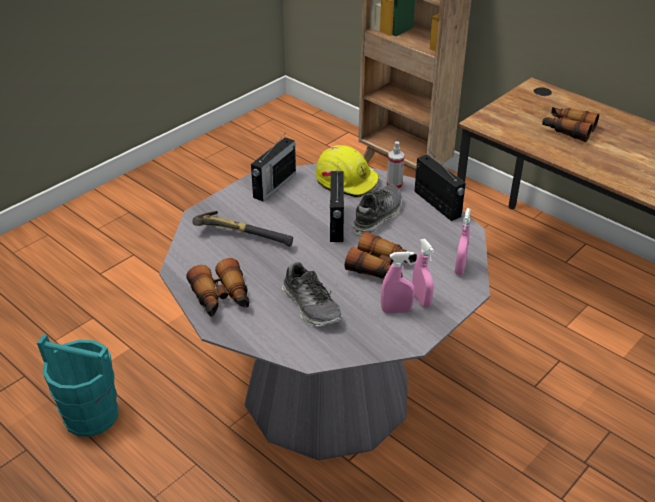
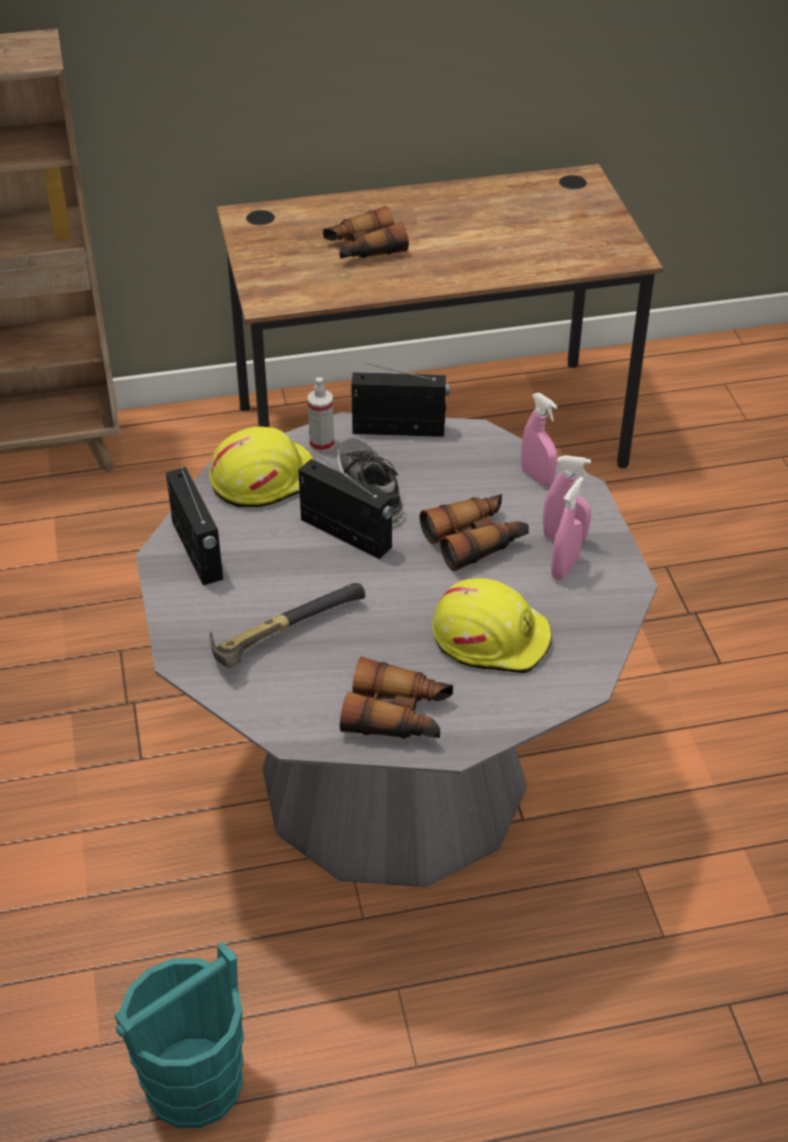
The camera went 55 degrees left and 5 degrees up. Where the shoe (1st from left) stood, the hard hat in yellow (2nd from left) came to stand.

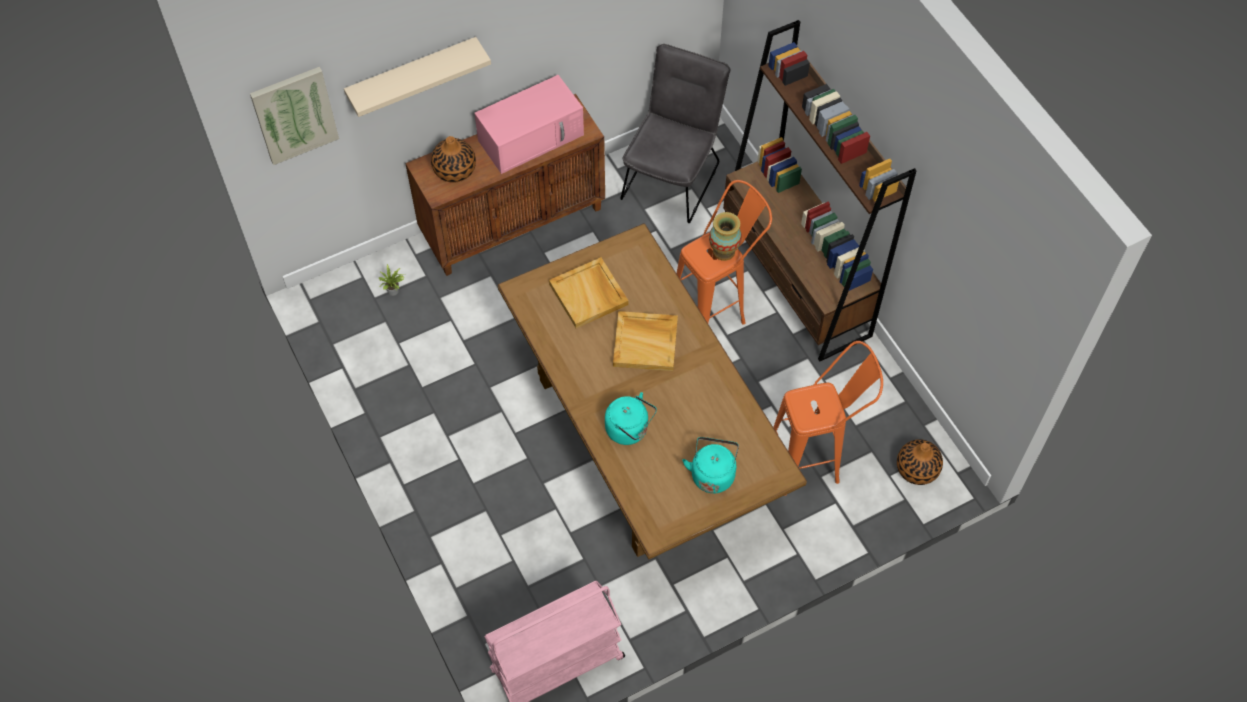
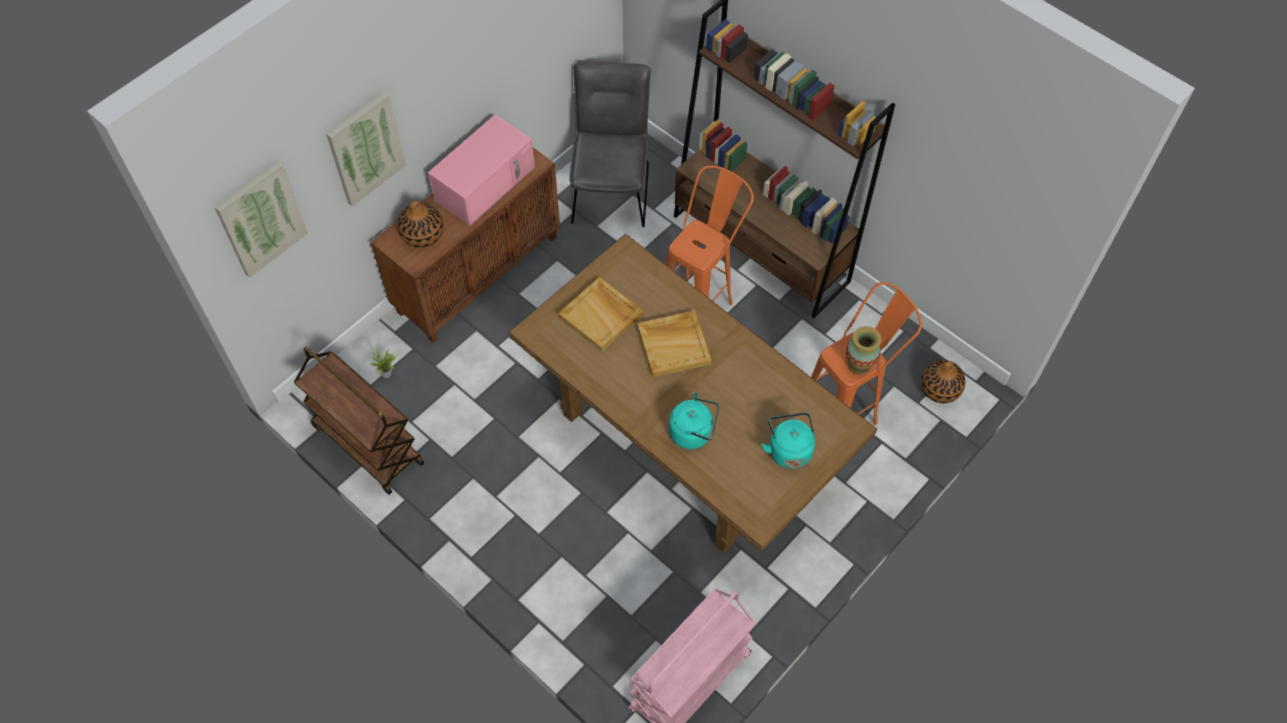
The camera went 20 degrees left and 0 degrees up. The second view gained the cart in brown. Where the shelf in beige hung, the picture (2nd from left) came to hang. The vase (2nd from left) ended up elsewhere.

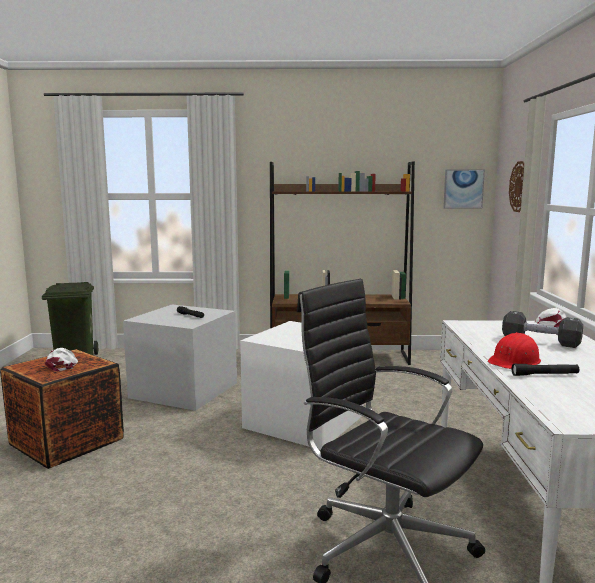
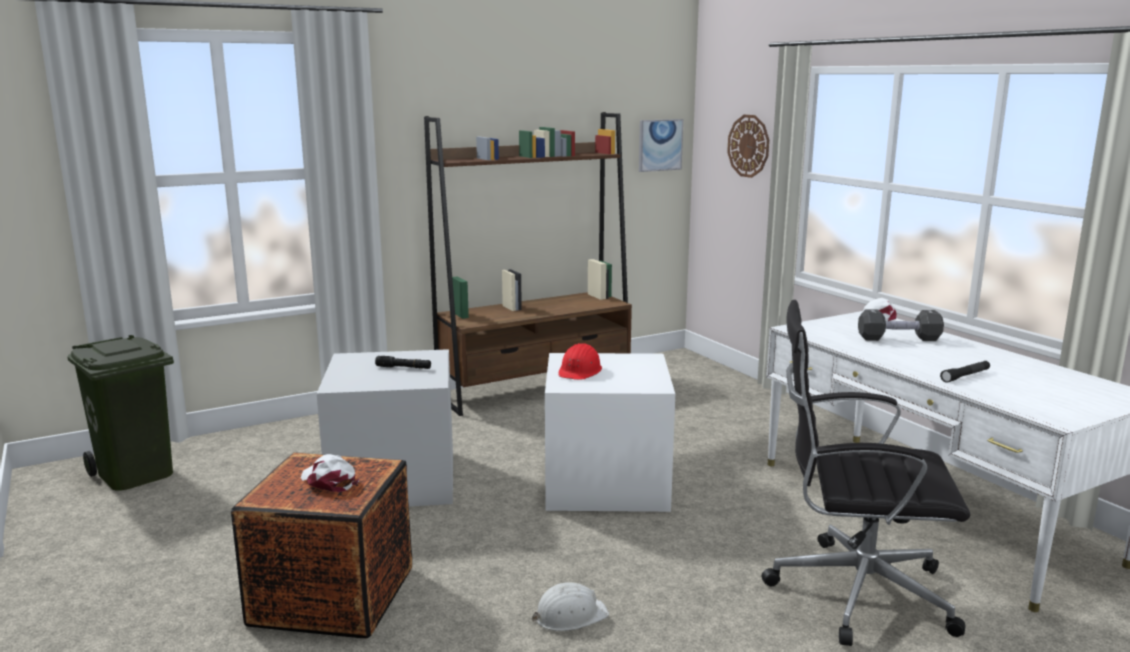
The camera went 30 degrees left and 5 degrees up. The second view gained the hard hat in white. The hard hat in red ended up elsewhere.

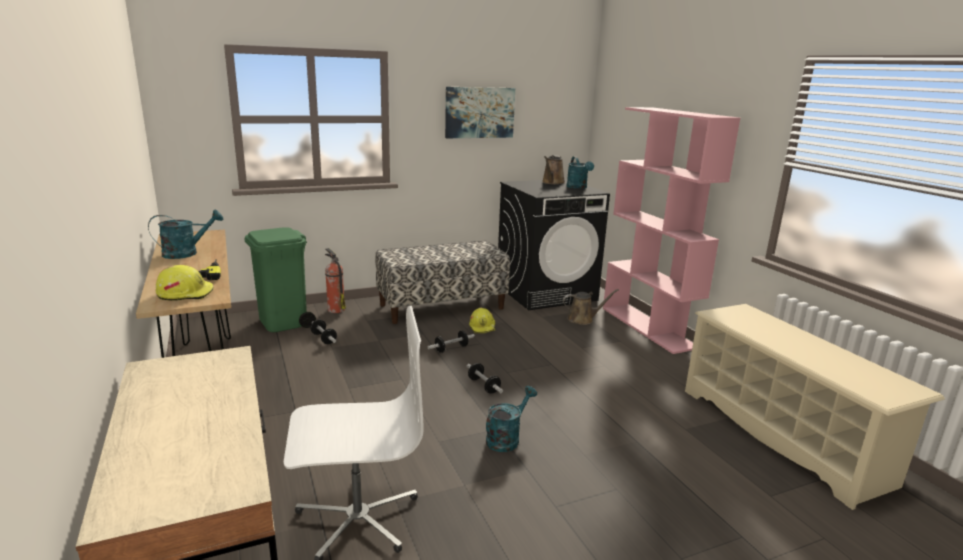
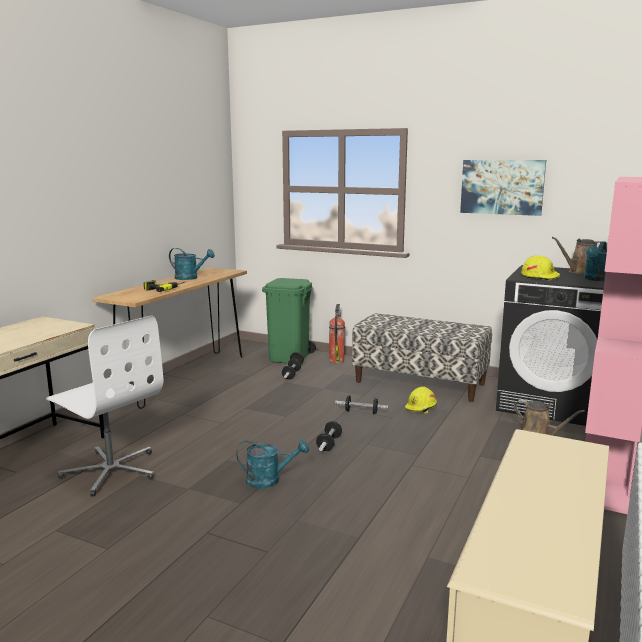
The camera went 50 degrees right and 5 degrees down. The hard hat in yellow (1st from left in the first image) ended up elsewhere.

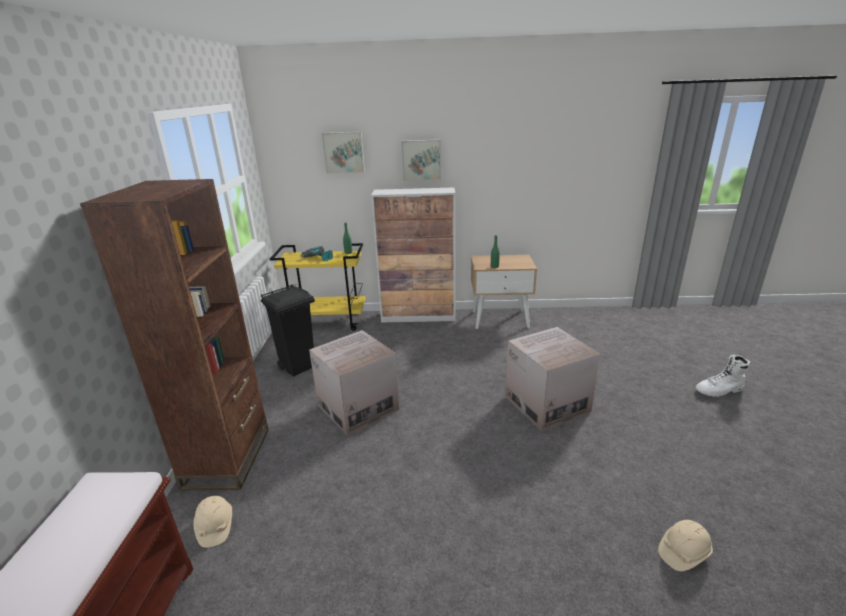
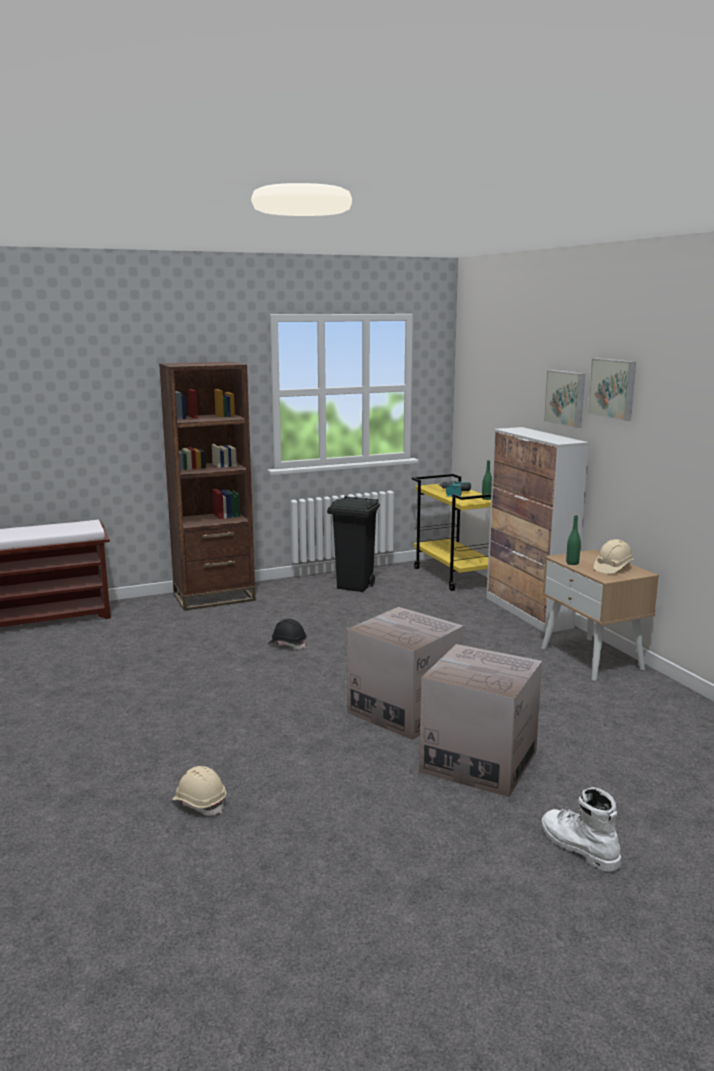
The camera went 65 degrees right and 10 degrees down. The second view gained the hard hat in black. The cardboard box (1st from left in the first image) ended up elsewhere. The picture (1st from left in the first image) ended up elsewhere. The hard hat in beige (1st from left in the first image) ended up elsewhere.

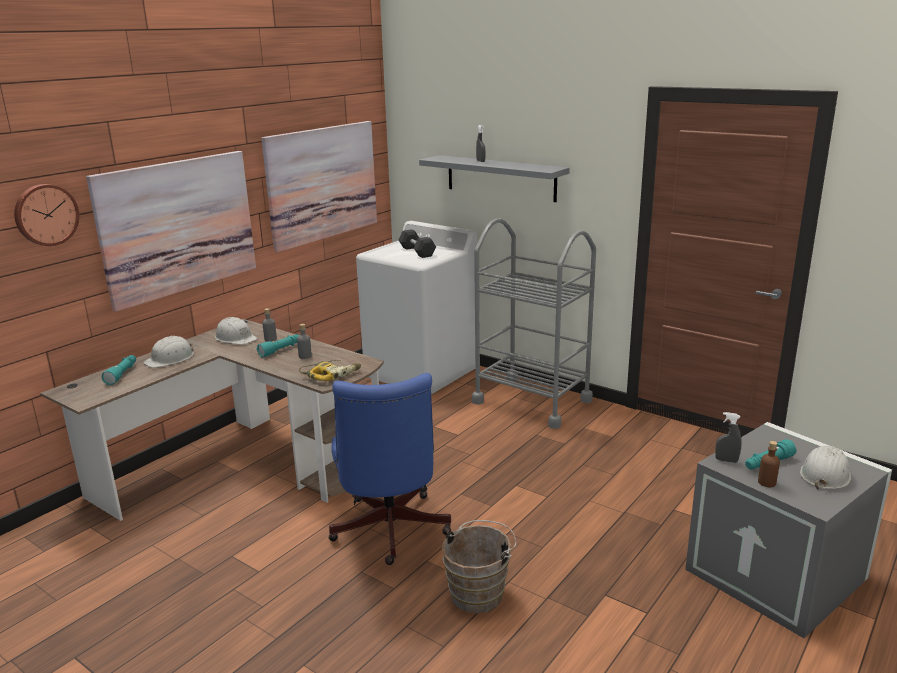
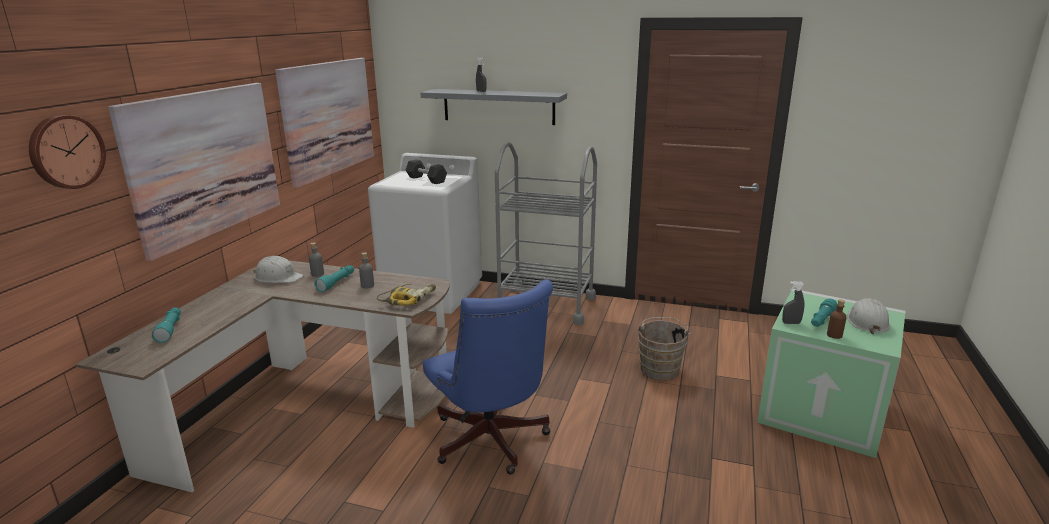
The camera went 20 degrees left and 0 degrees up. The bucket in brown ended up elsewhere. What was the storage box in grey turned into the storage box in green. The second view lost the hard hat in white (1st from left).

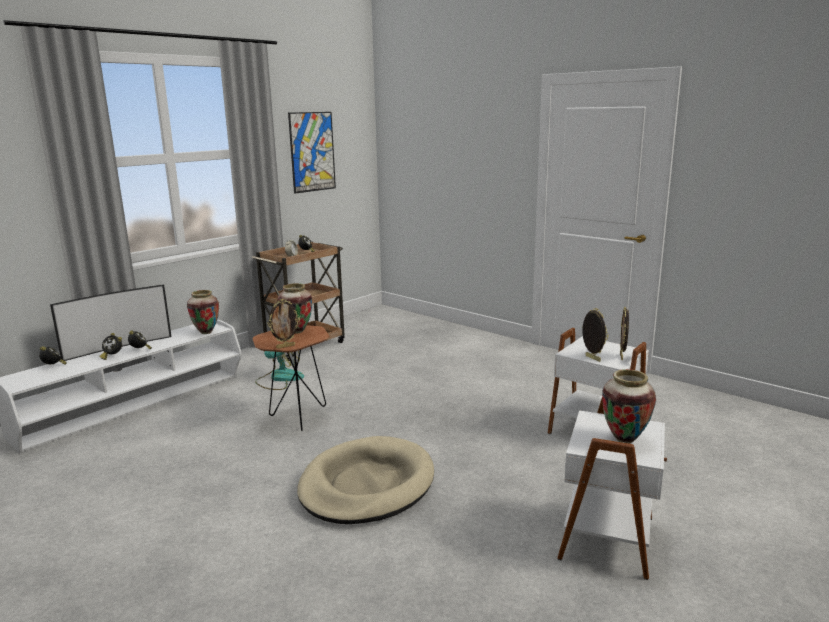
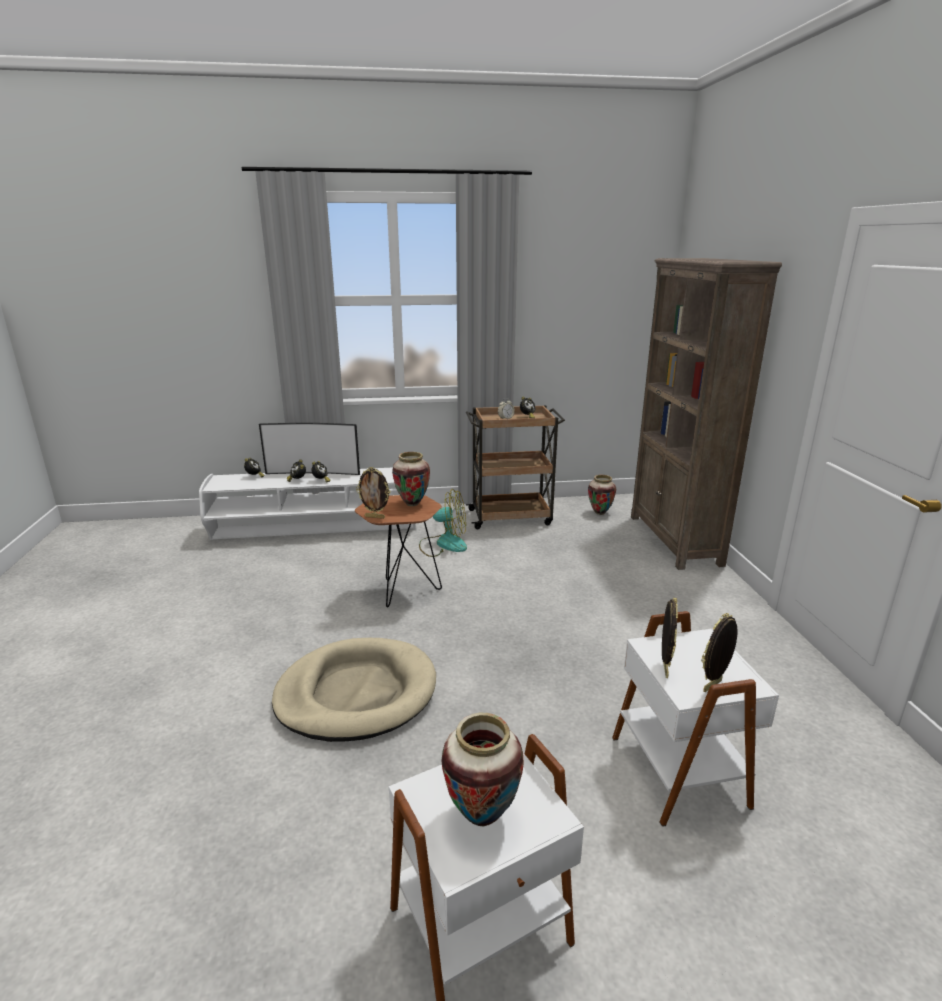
The camera went 40 degrees right and 5 degrees up. The vase (1st from left in the first image) ended up elsewhere. The second view gained the bookcase in brown. The second view lost the picture.

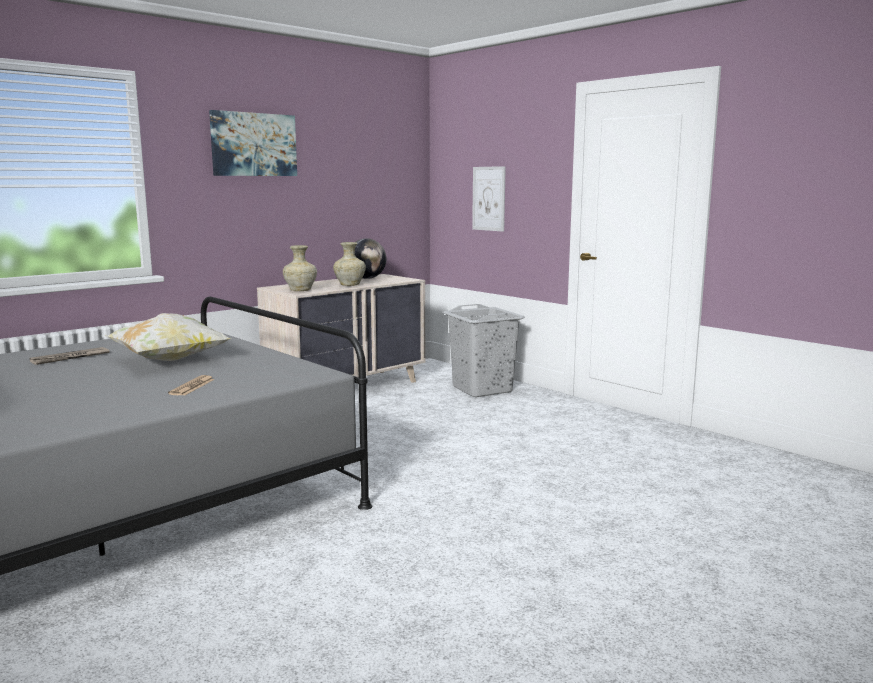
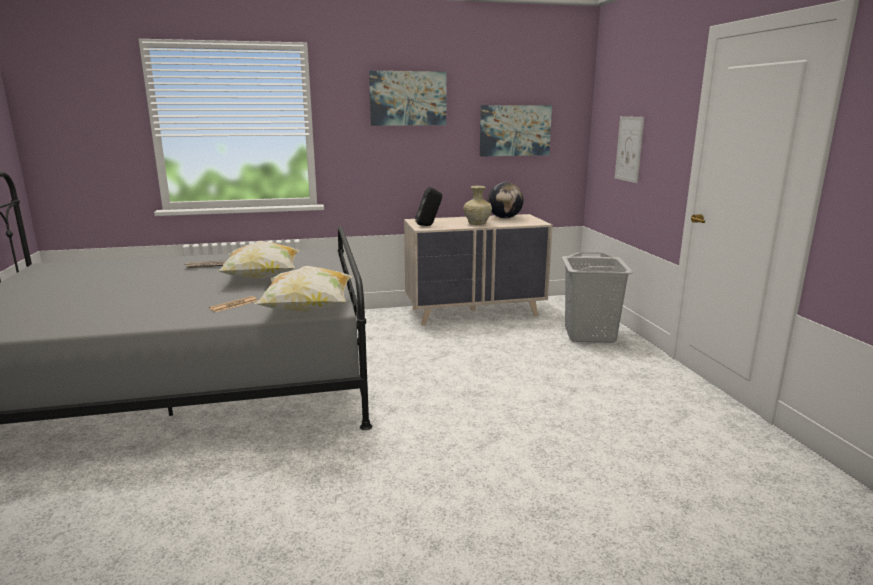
The camera went 30 degrees right and 5 degrees up. The second view gained the pillow (2nd from left). Where the vase in beige (1st from left) stood, the speaker in black came to stand. The second view gained the picture (2nd from left).

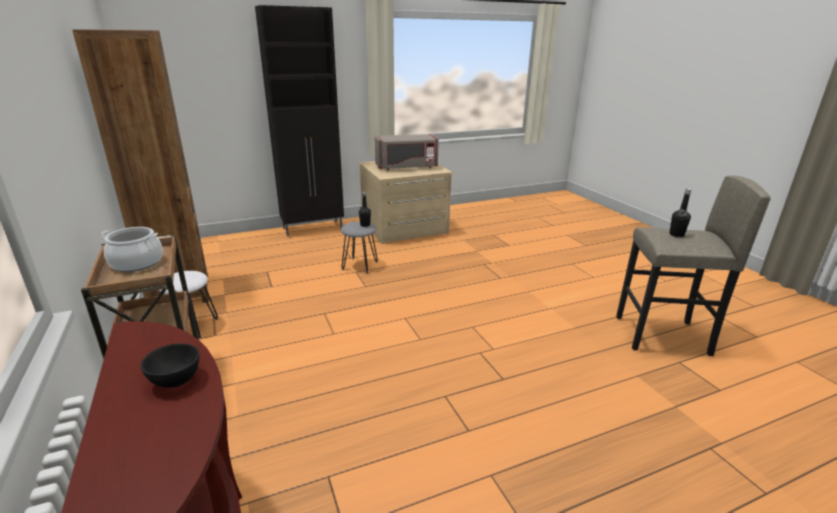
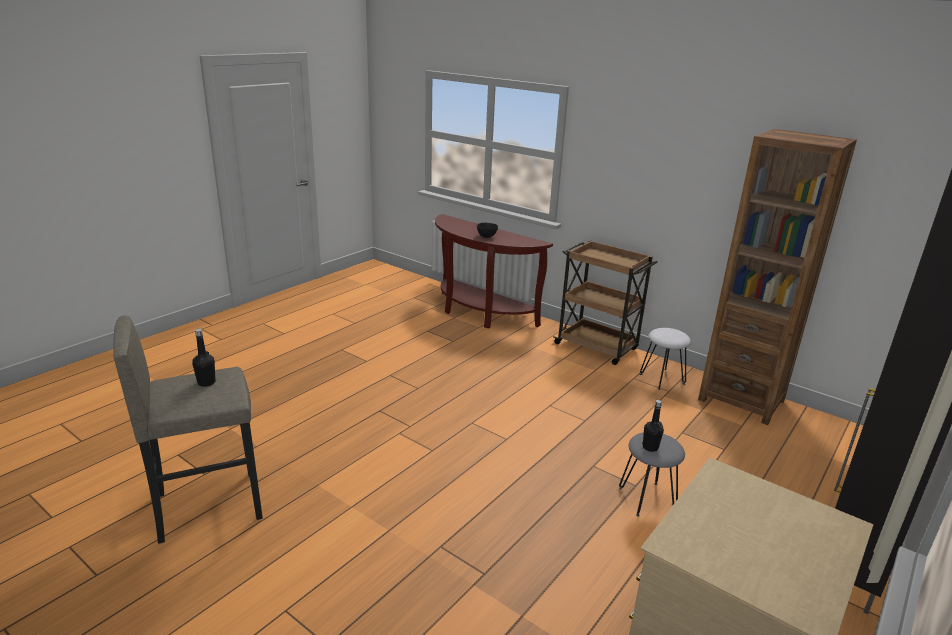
The camera went 150 degrees right and 0 degrees up. The second view lost the cooking pot. The second view lost the microwave in grey.

